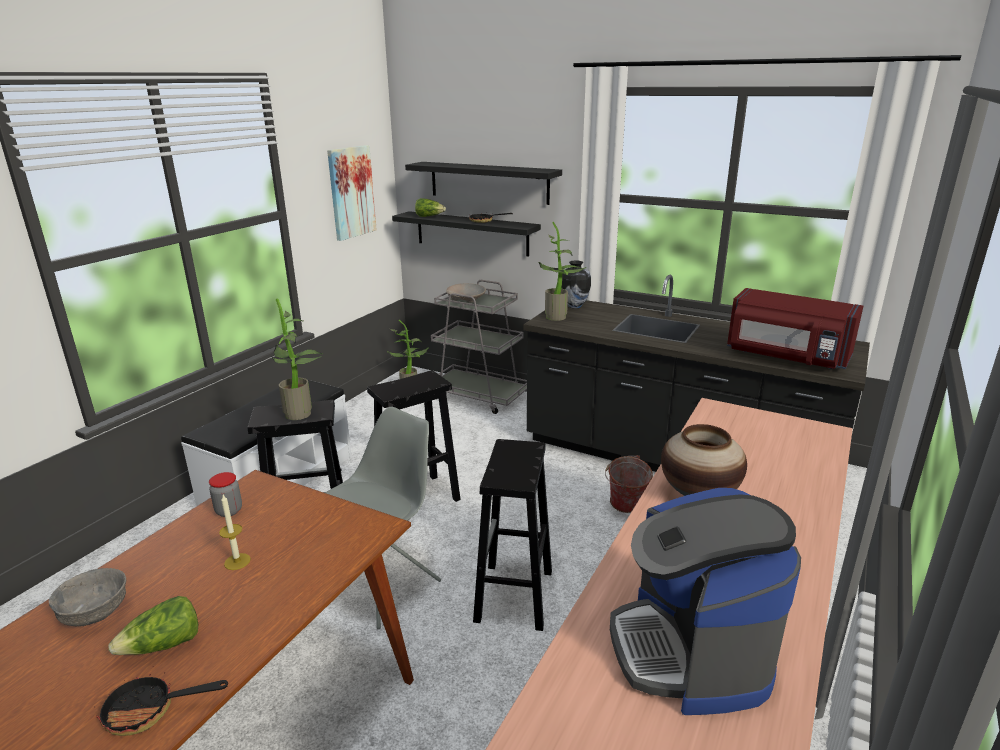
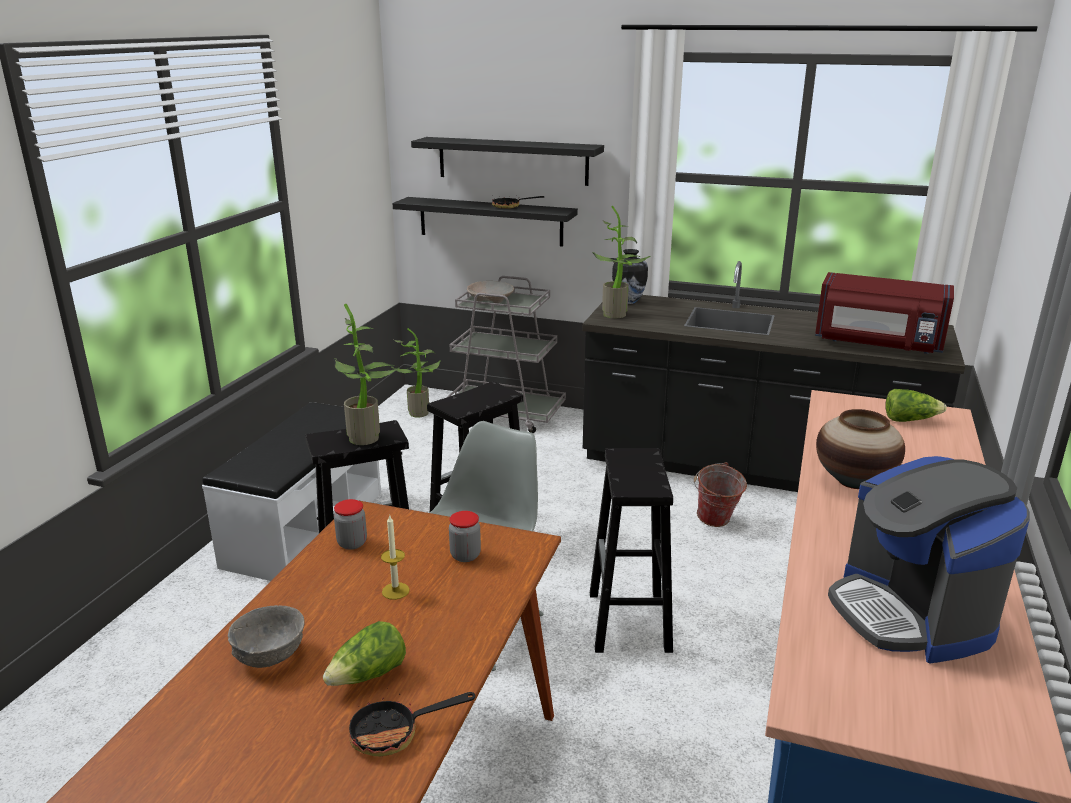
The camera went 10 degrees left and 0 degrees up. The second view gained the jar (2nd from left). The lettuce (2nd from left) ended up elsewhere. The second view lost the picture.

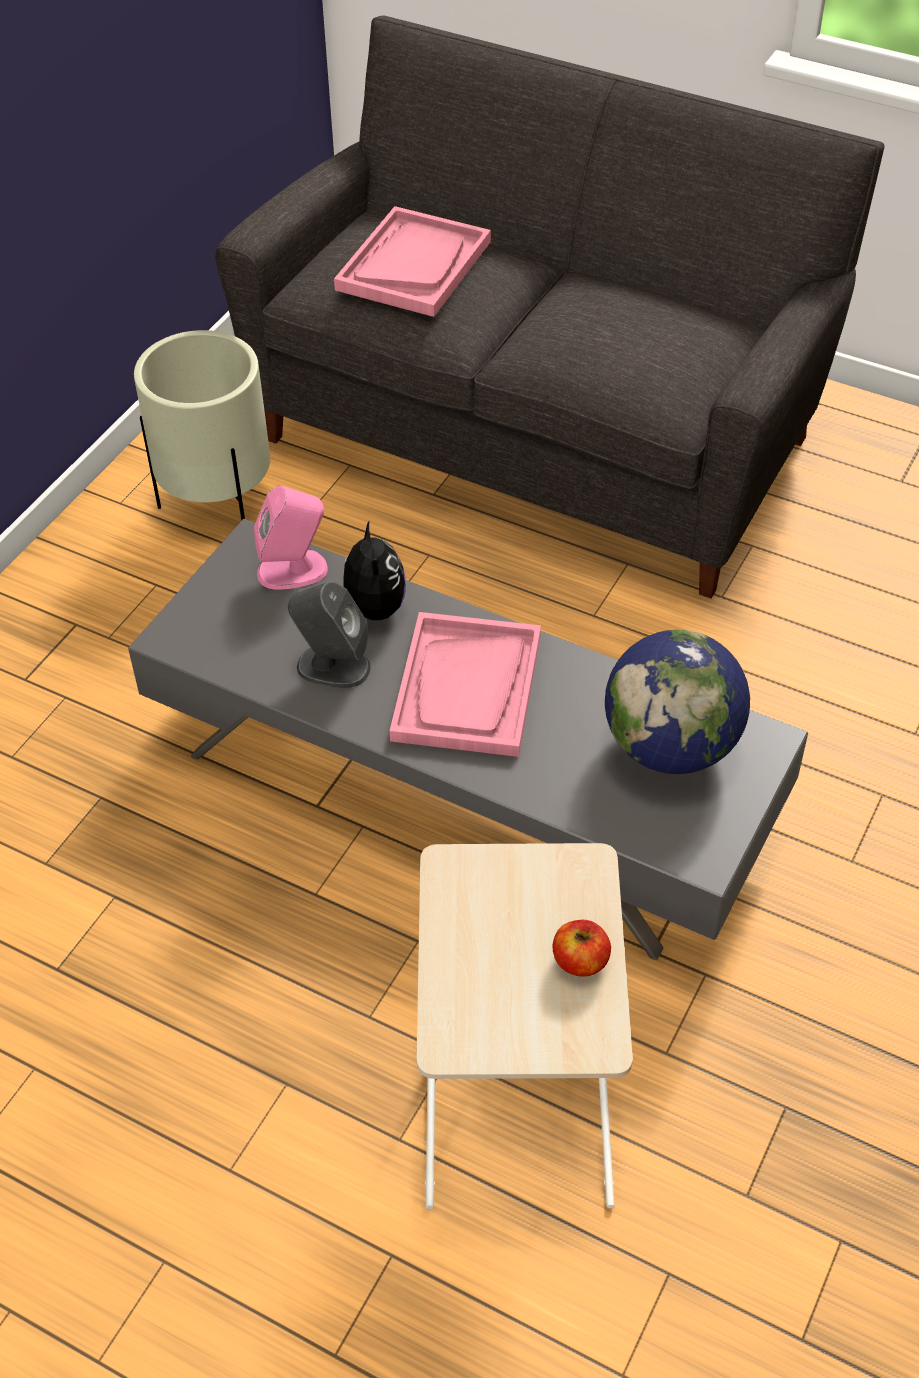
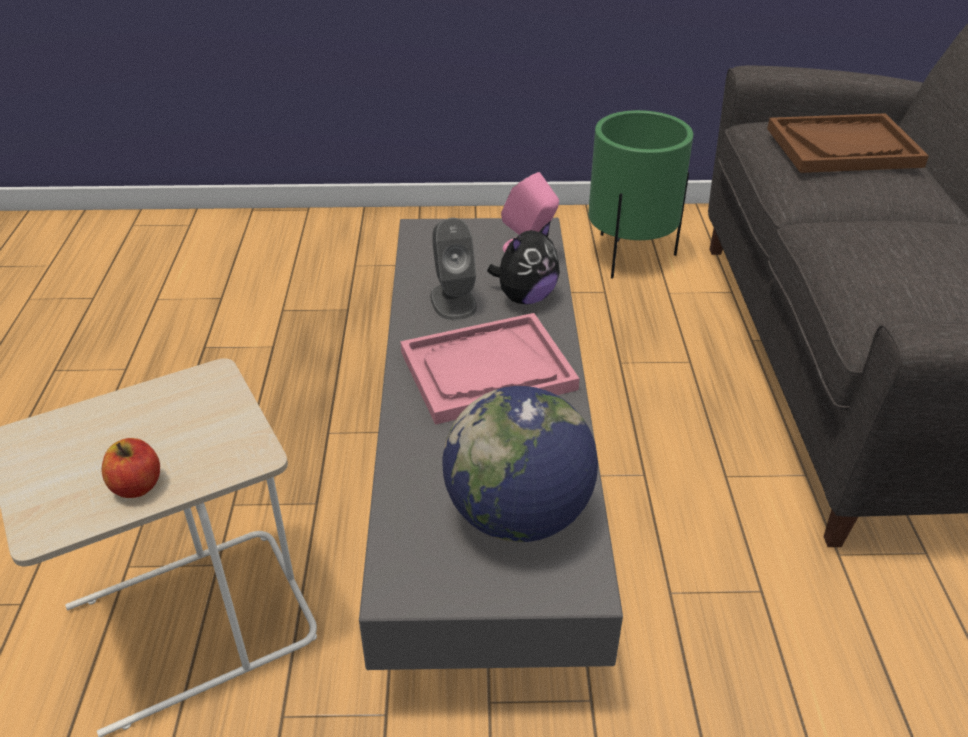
The camera went 60 degrees right and 10 degrees down. What was the planter in beige turned into the planter in green. What was the tray in pink (1st from left) turned into the tray in brown.

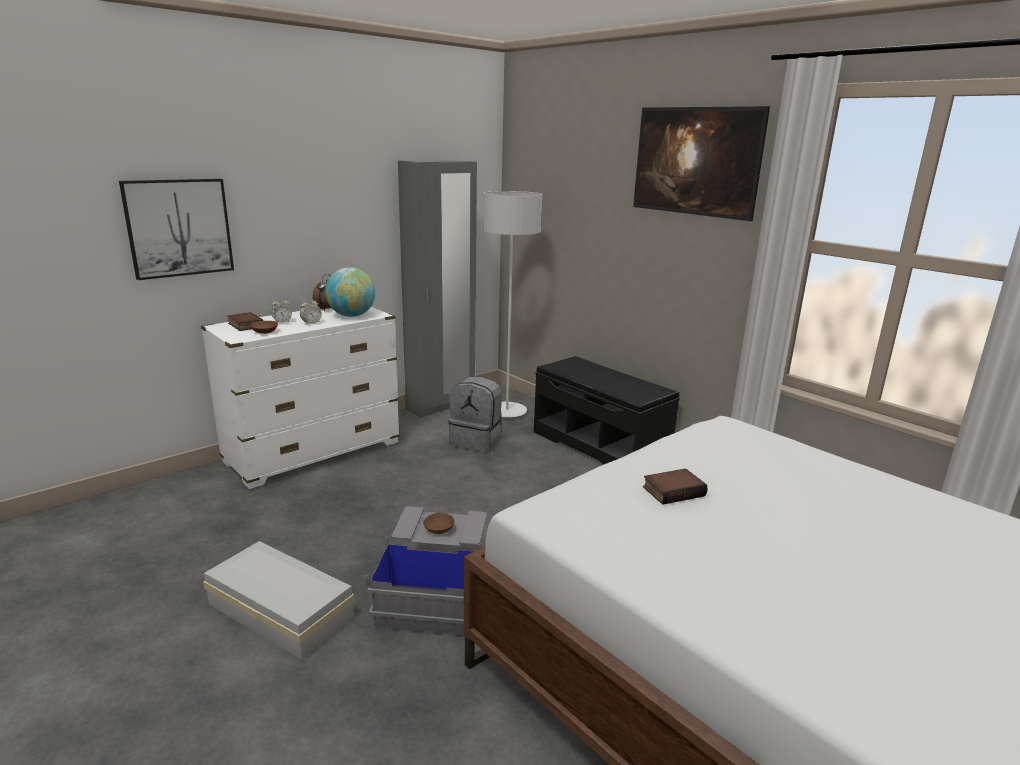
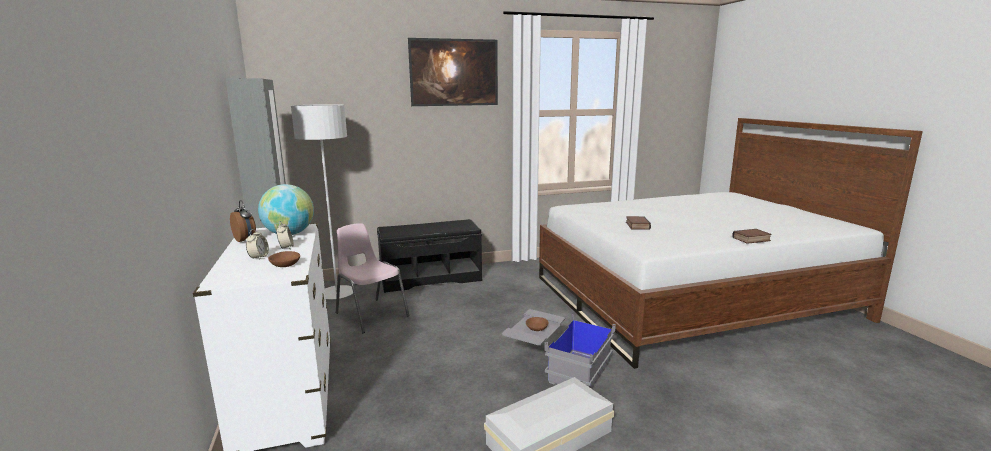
The camera went 65 degrees left and 5 degrees down. Where the backpack in grey stood, the chair in pink came to stand. The book (1st from left in the first image) ended up elsewhere. The second view lost the picture (1st from left).

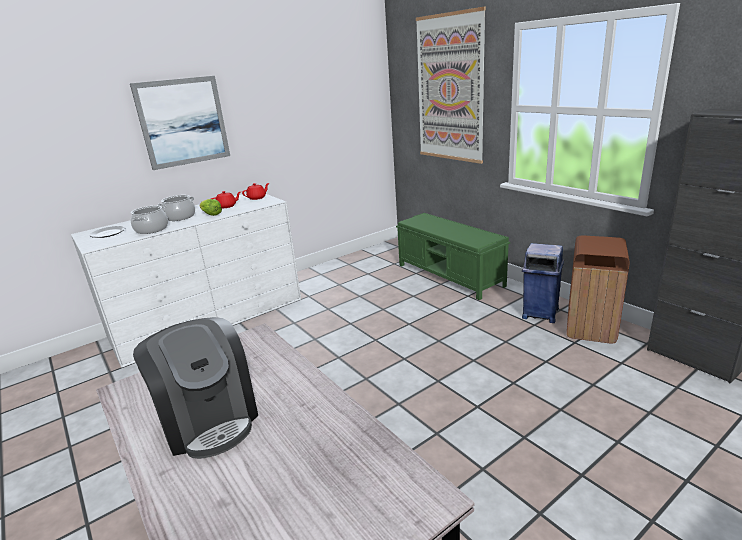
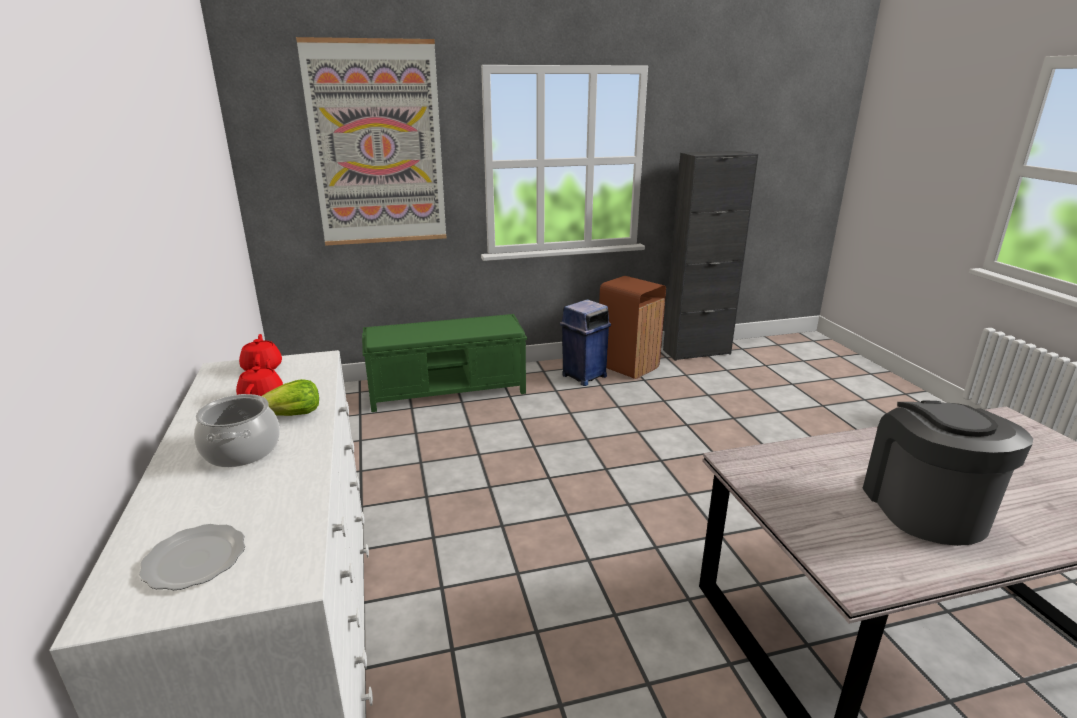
The camera went 70 degrees left and 0 degrees up. The coffee machine ended up facing another way, 75 degrees counterclockwise from before. The second view lost the picture (1st from left). The second view lost the cooking pot (1st from left).

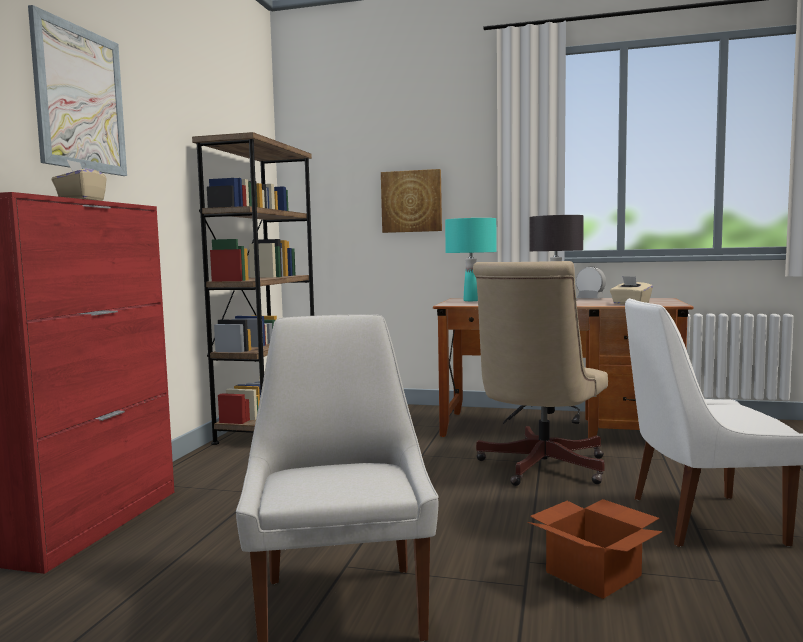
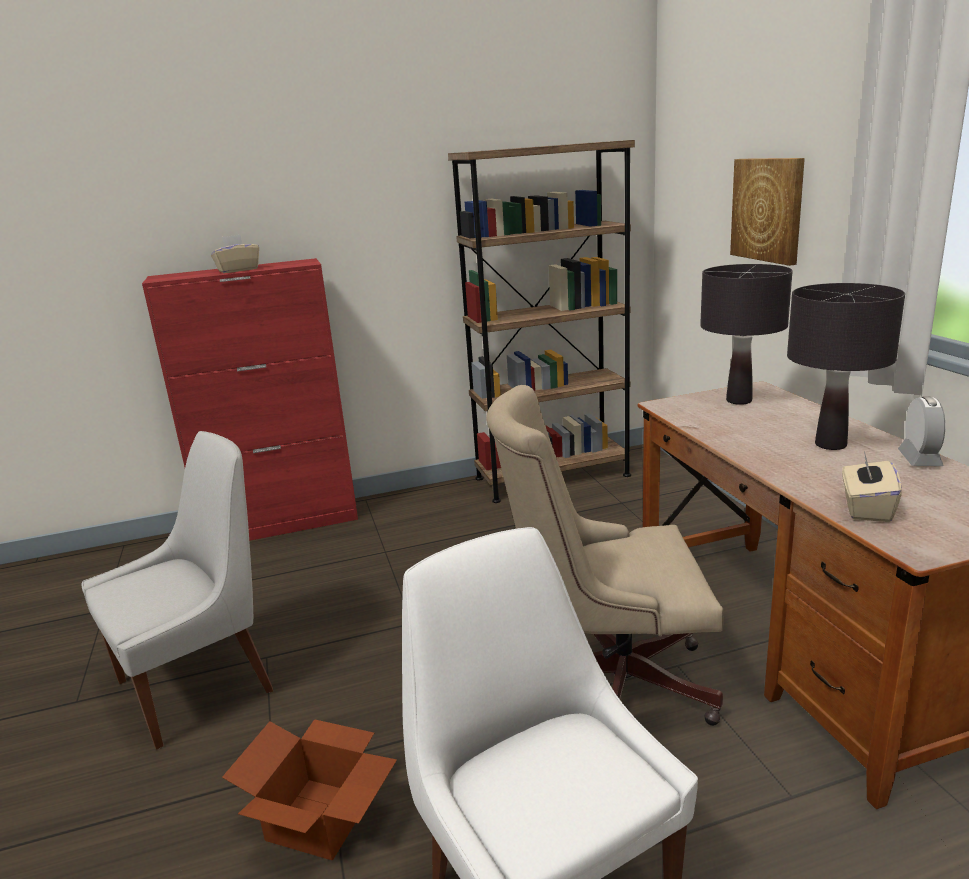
The camera went 60 degrees right and 15 degrees up. What was the table lamp in turquoise turned into the table lamp in black (1st from left). The second view lost the picture (1st from left).

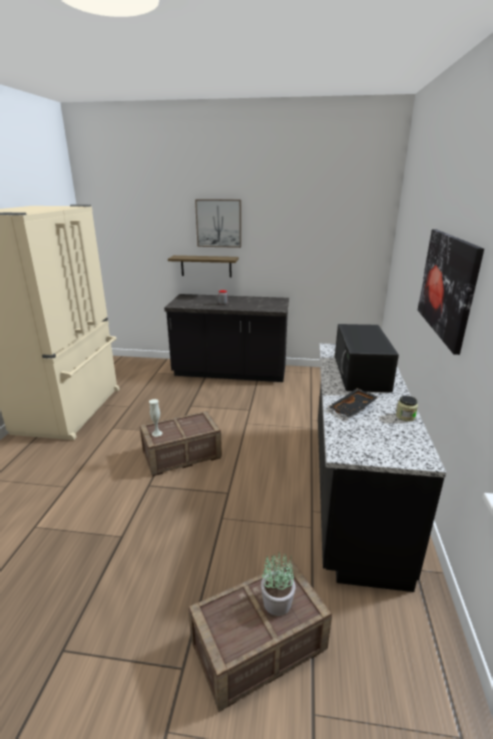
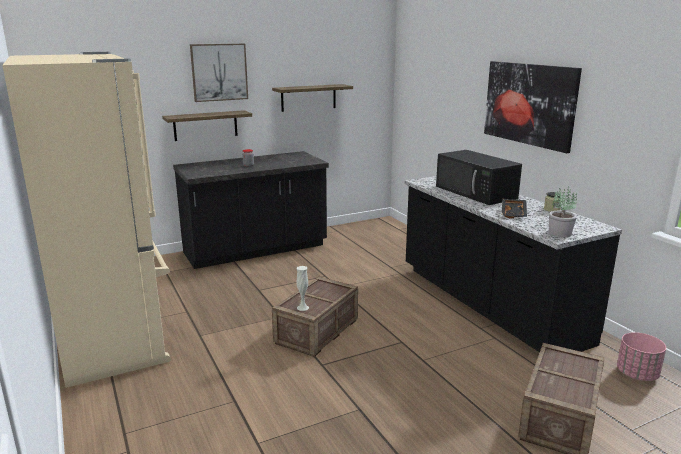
The camera went 35 degrees left and 5 degrees down. The second view gained the shelf (2nd from left). The potted plant ended up elsewhere. The second view gained the planter in pink.

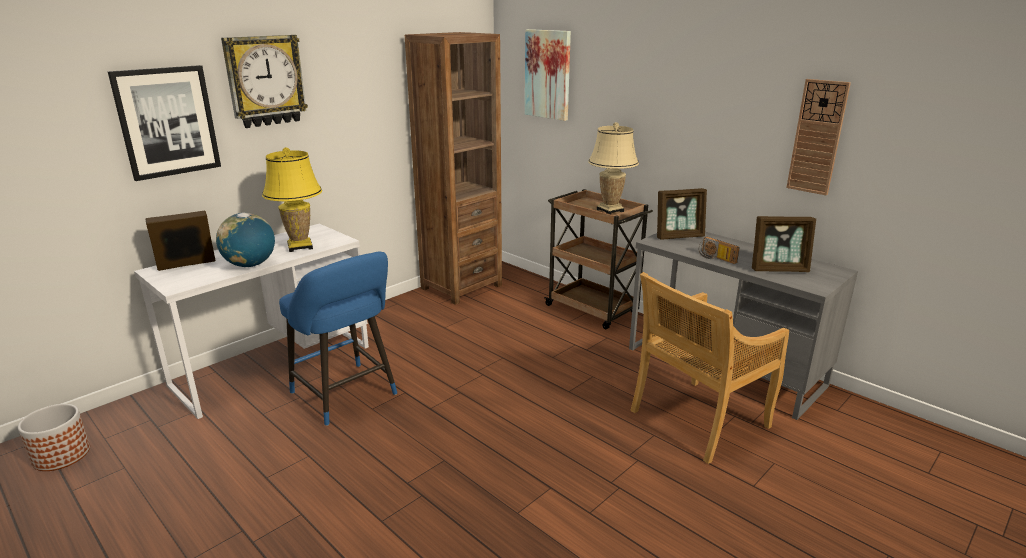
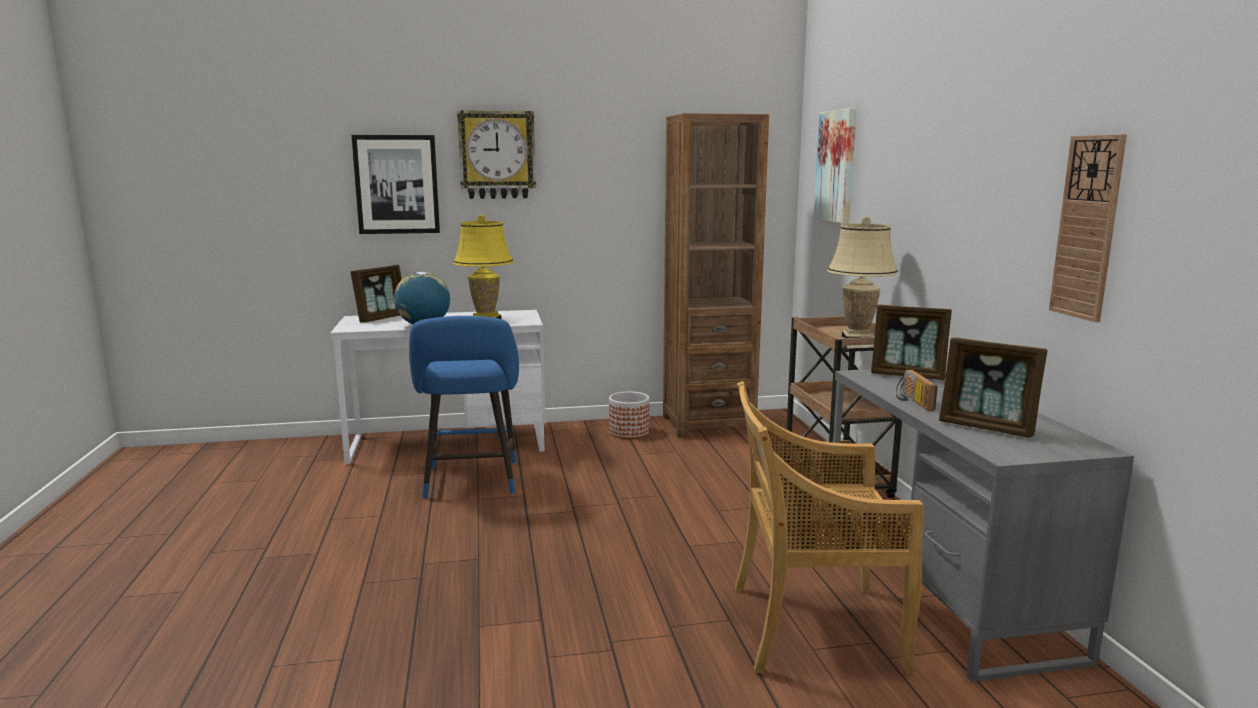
The camera went 35 degrees right and 10 degrees down. The picture frame (1st from left) ended up facing another way, 120 degrees clockwise from before. The planter ended up elsewhere.

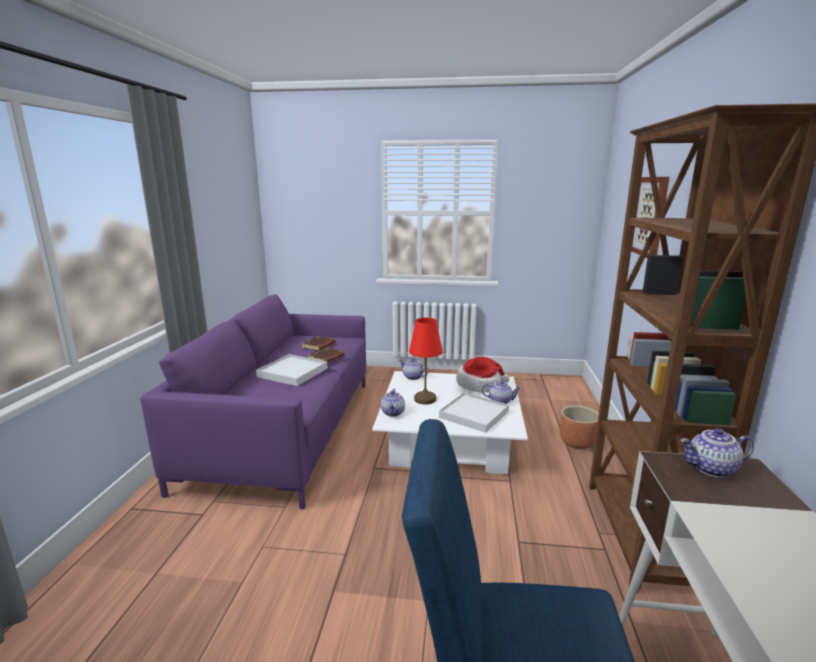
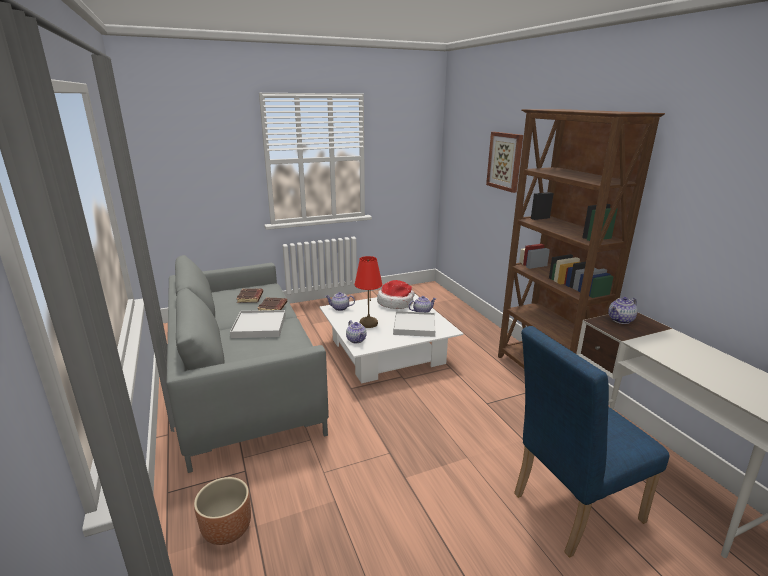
The camera went 30 degrees left and 5 degrees up. What was the sofa in purple turned into the sofa in grey. The planter in brown ended up elsewhere.

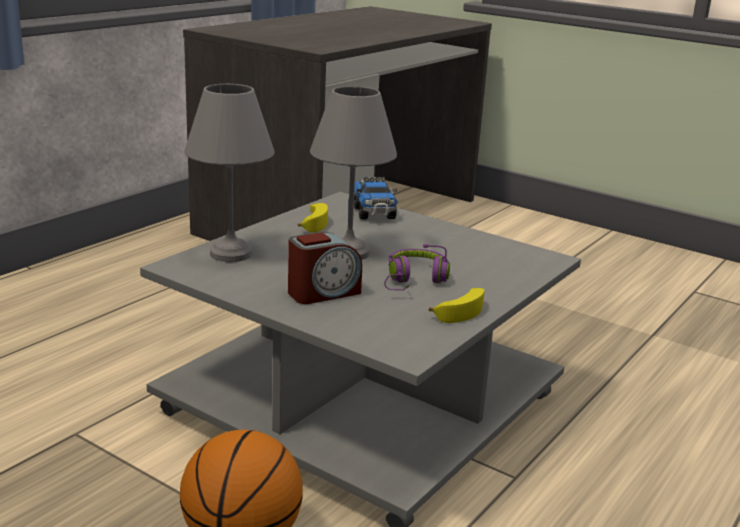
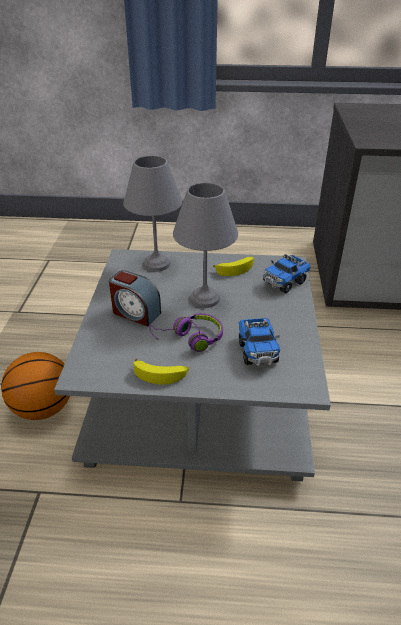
The camera went 60 degrees right and 15 degrees up. The second view gained the toy truck (1st from left).

